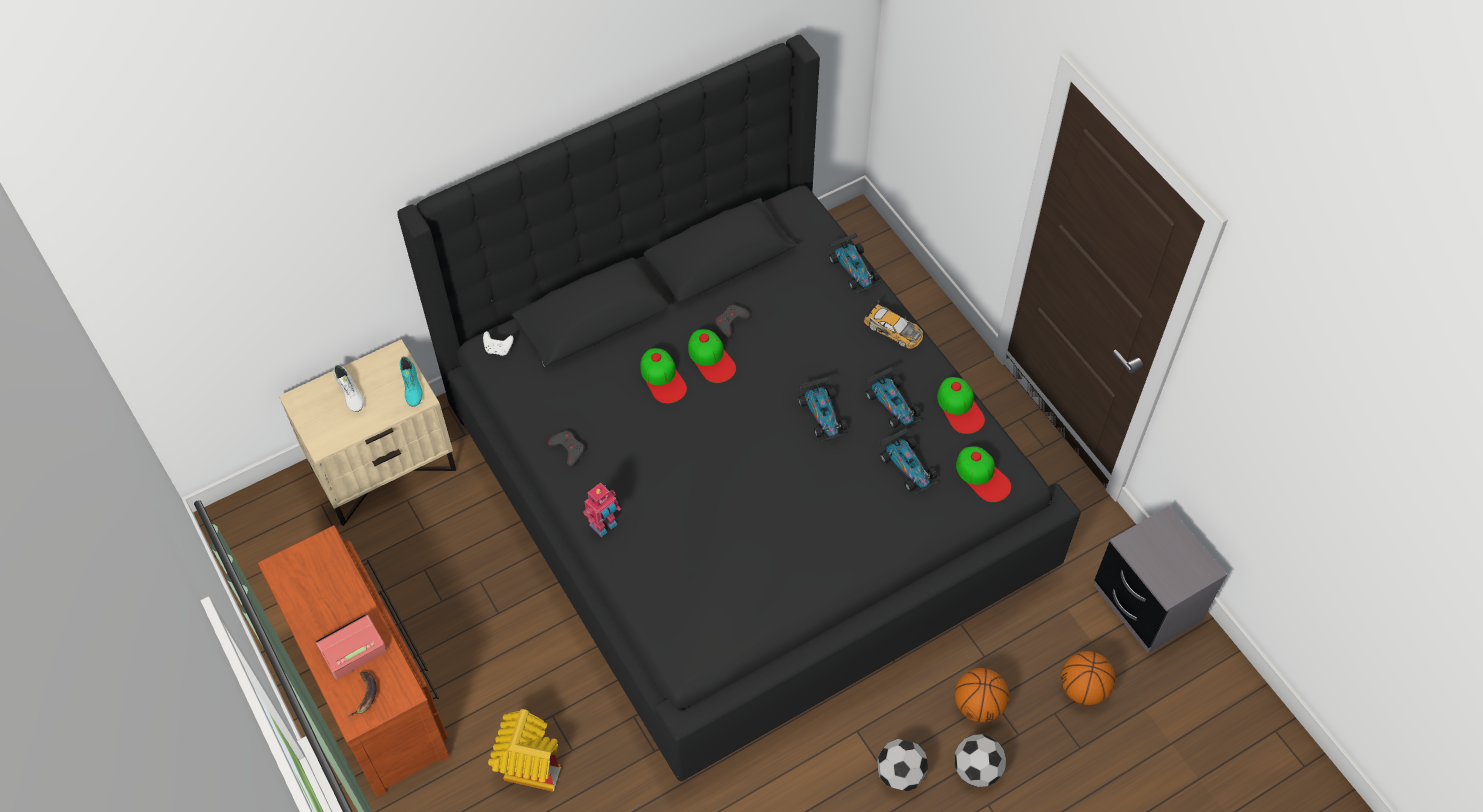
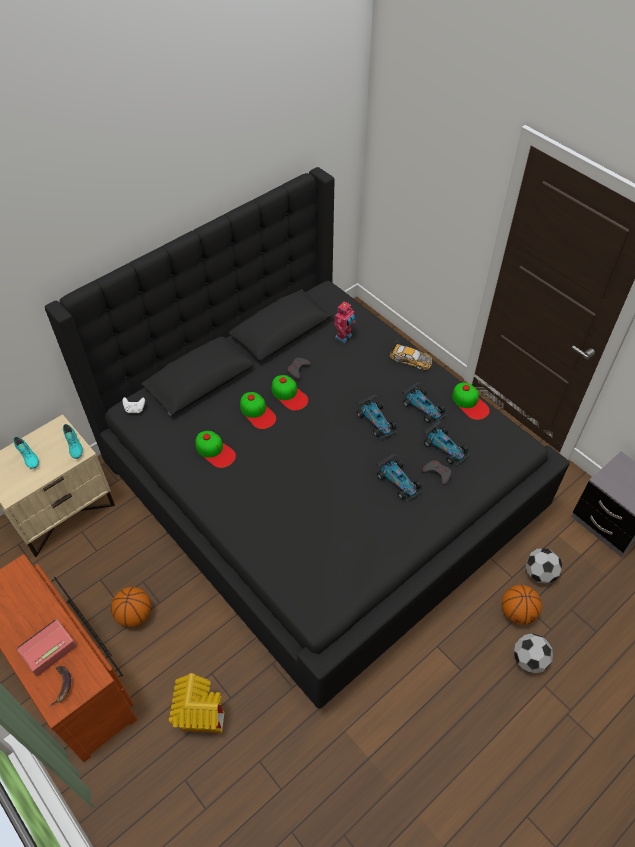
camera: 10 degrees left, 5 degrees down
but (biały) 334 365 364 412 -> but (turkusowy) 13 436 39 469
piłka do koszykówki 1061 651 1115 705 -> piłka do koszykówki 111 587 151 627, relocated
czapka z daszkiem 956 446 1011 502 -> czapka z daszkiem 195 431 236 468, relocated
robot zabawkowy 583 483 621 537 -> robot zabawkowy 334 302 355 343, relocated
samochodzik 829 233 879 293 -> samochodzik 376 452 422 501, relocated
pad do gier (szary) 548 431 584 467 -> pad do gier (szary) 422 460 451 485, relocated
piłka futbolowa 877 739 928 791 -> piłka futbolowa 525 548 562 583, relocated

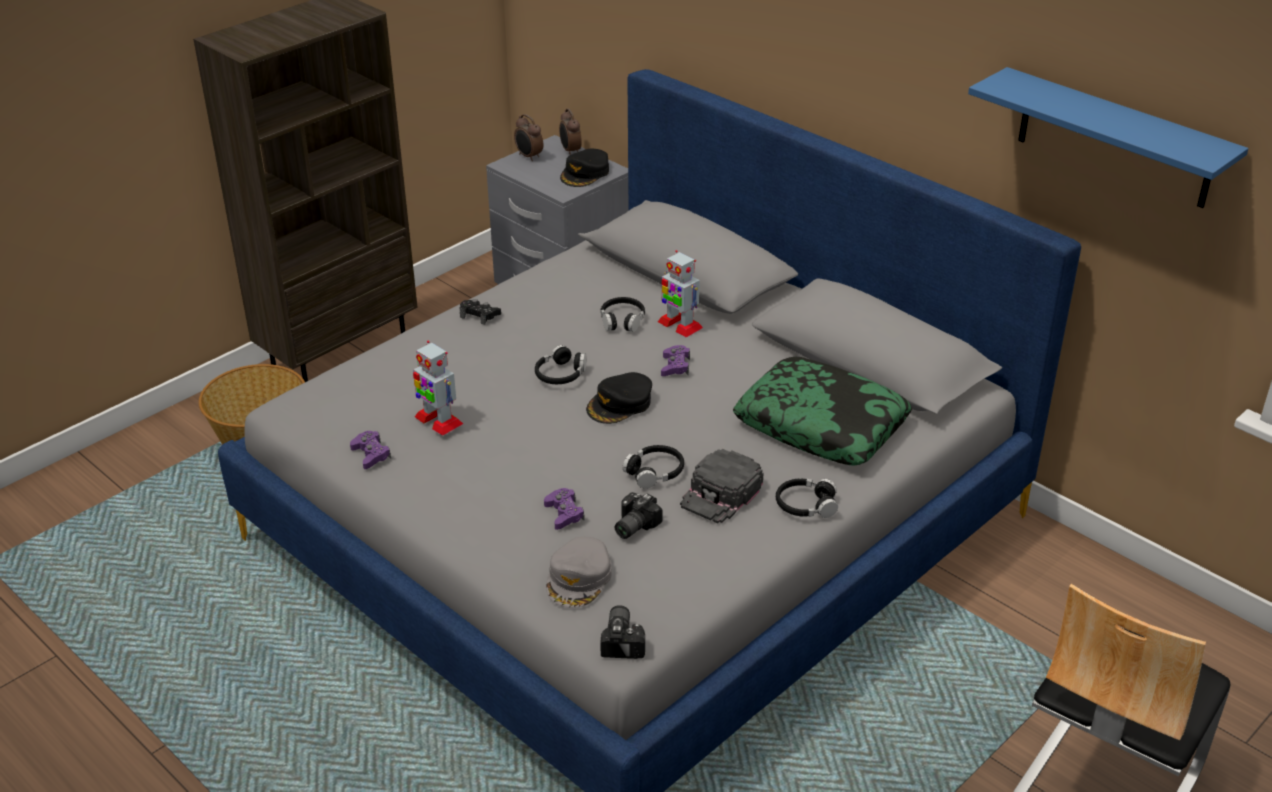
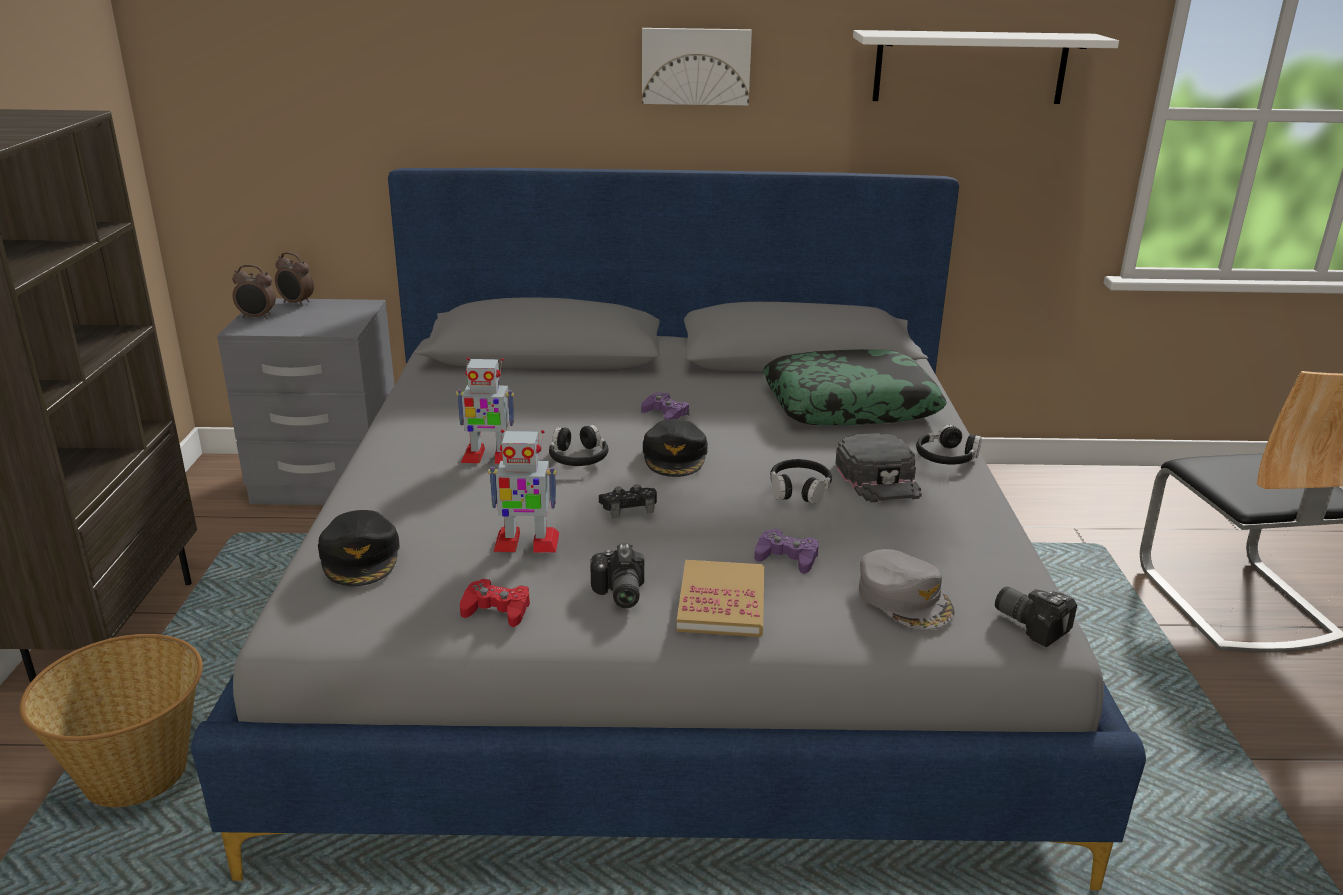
camera: 45 degrees left, 10 degrees down
czapka z daszkiem (czarny) 560 149 609 187 -> czapka z daszkiem (czarny) 318 510 400 586, relocated
robot zabawkowy 657 250 703 338 -> robot zabawkowy 456 357 514 464, relocated
pad do gier (fioletowy) 350 431 391 469 -> pad do gier (czerwony) 460 579 530 627
aparat fotograficzny 615 492 662 539 -> aparat fotograficzny 590 544 644 608, relocated
pad do gier (czarny) 459 299 501 325 -> pad do gier (czarny) 599 484 657 518, relocated
none -> obraz 642 28 752 105
none -> książka 677 560 764 637
półka (niebieski) 968 67 1248 208 -> półka (biały) 853 30 1119 104
słuchawki (czarny) 601 297 645 332 -> none

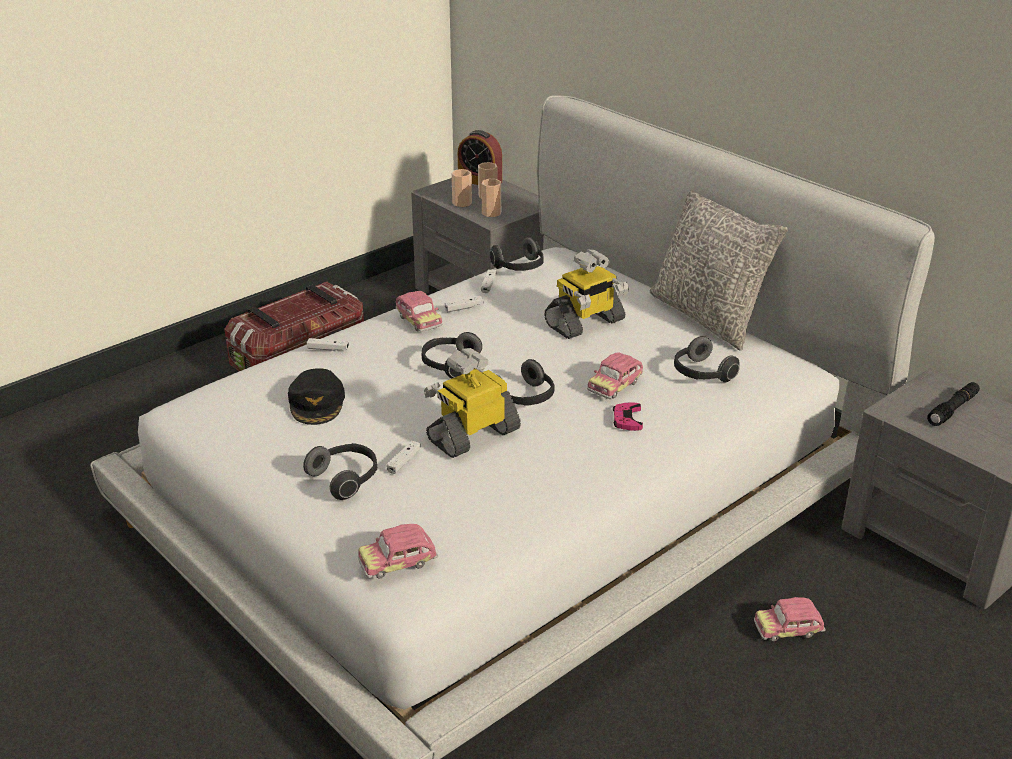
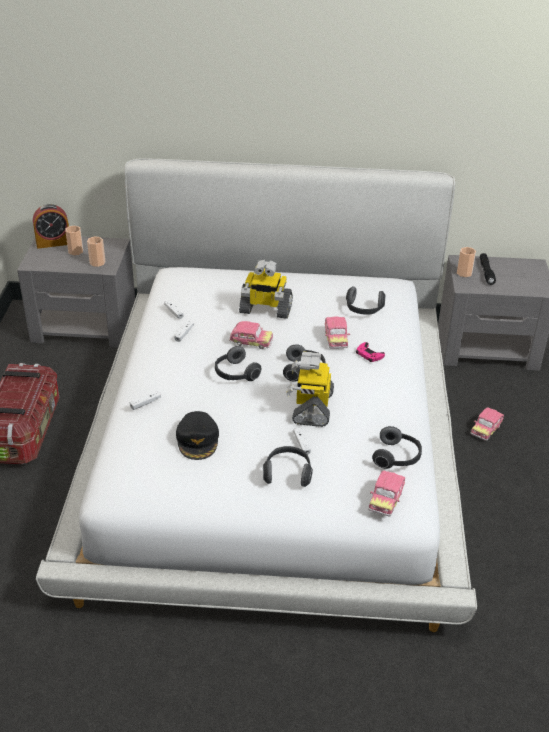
camera: 45 degrees left, 5 degrees up
czapka z daszkiem (czarny) 288 368 345 425 -> czapka z daszkiem (czarny) 176 411 219 460, 45 degrees clockwise
samochodzik 395 291 443 332 -> samochodzik 229 321 273 349, relocated
robot zabawkowy 544 249 629 339 -> robot zabawkowy 239 260 293 319, 90 degrees clockwise
słuchawki 489 237 543 271 -> słuchawki 372 426 422 469, relocated
filiżanka 452 169 472 207 -> filiżanka 457 247 476 277, relocated
poduszka (szary) 650 191 788 351 -> none

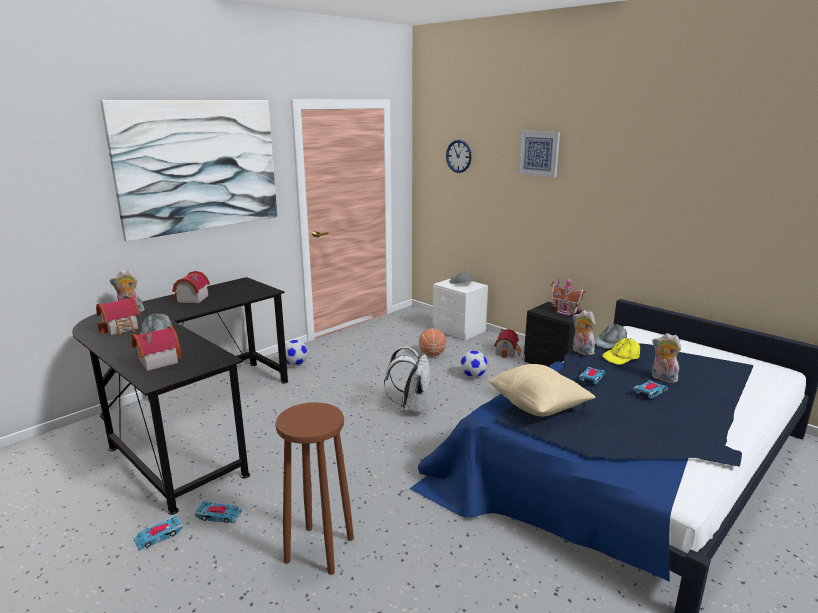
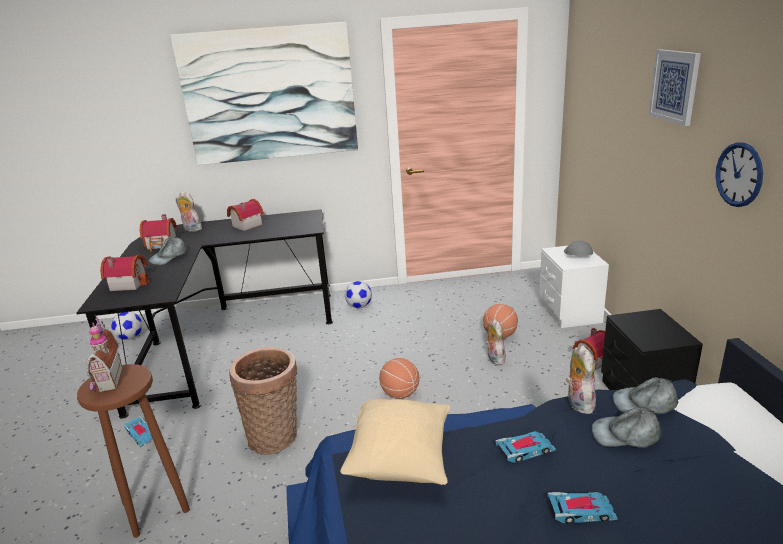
camera: 40 degrees right, 5 degrees up
domek 551 277 586 316 -> domek 86 317 123 392, relocated
piłka futbolowa 460 350 488 378 -> piłka futbolowa 111 312 143 340, relocated
none -> koszyk 229 347 297 455
plecak (biały) 384 346 431 414 -> piłka do koszykówki 379 358 419 399
pluszak 652 333 681 383 -> pluszak 485 319 506 365, relocated
czapka z daszkiem (żółty) 602 338 640 365 -> czapka z daszkiem (szary) 592 407 662 448
zegar ścienny 446 140 472 173 -> zegar ścienny 716 142 763 207, relocated
samochodzik 133 515 183 551 -> none

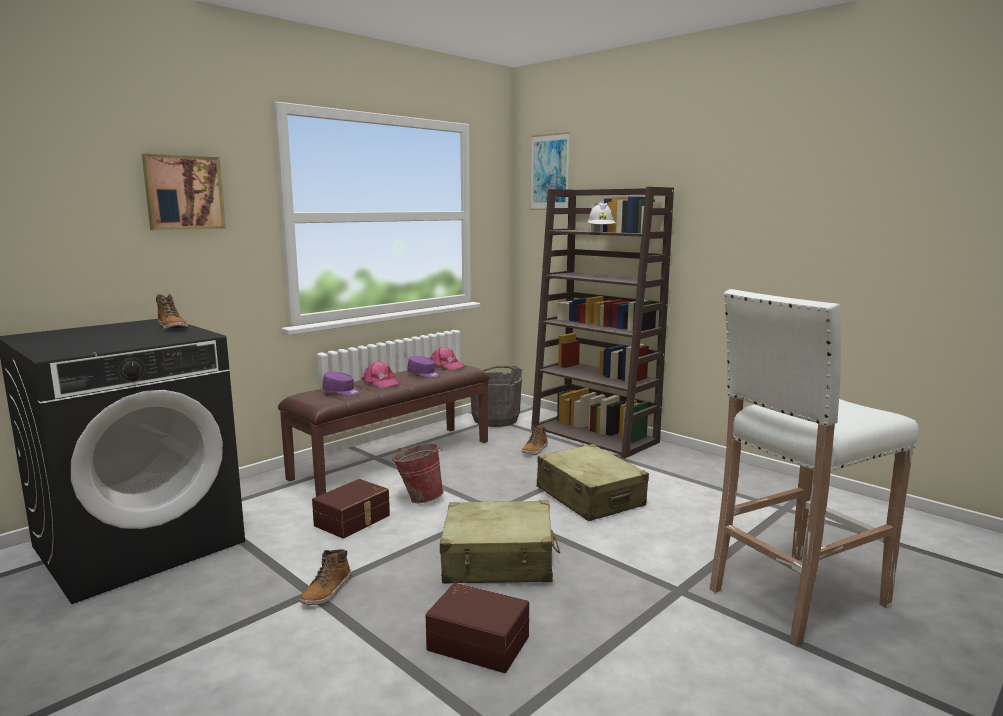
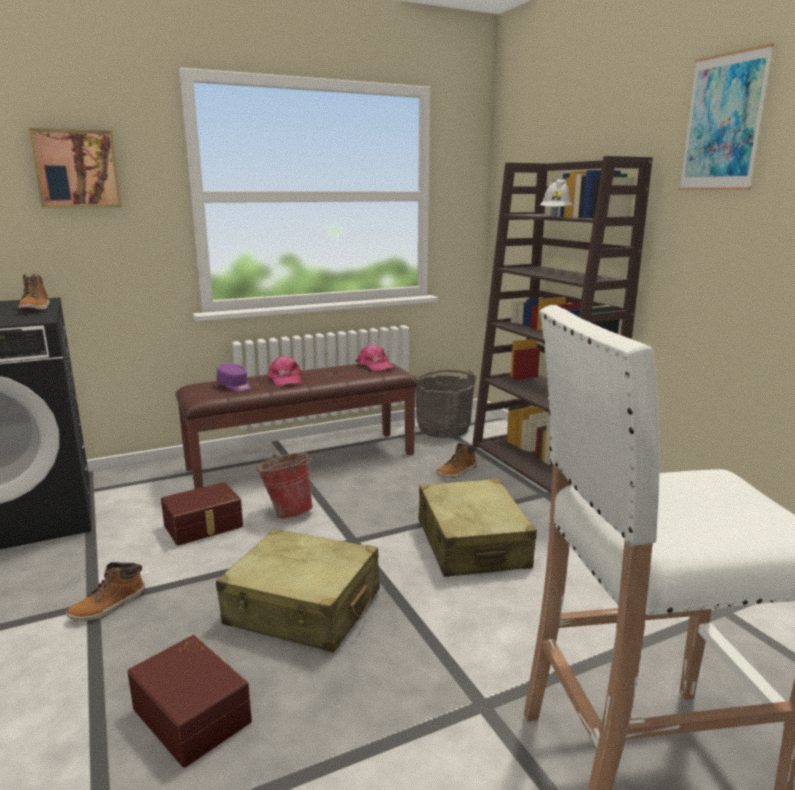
camera: 20 degrees right, 5 degrees up
obraz 531 132 570 210 -> obraz 679 43 774 190, relocated
czapka z daszkiem (fioletowy) 407 356 440 378 -> none

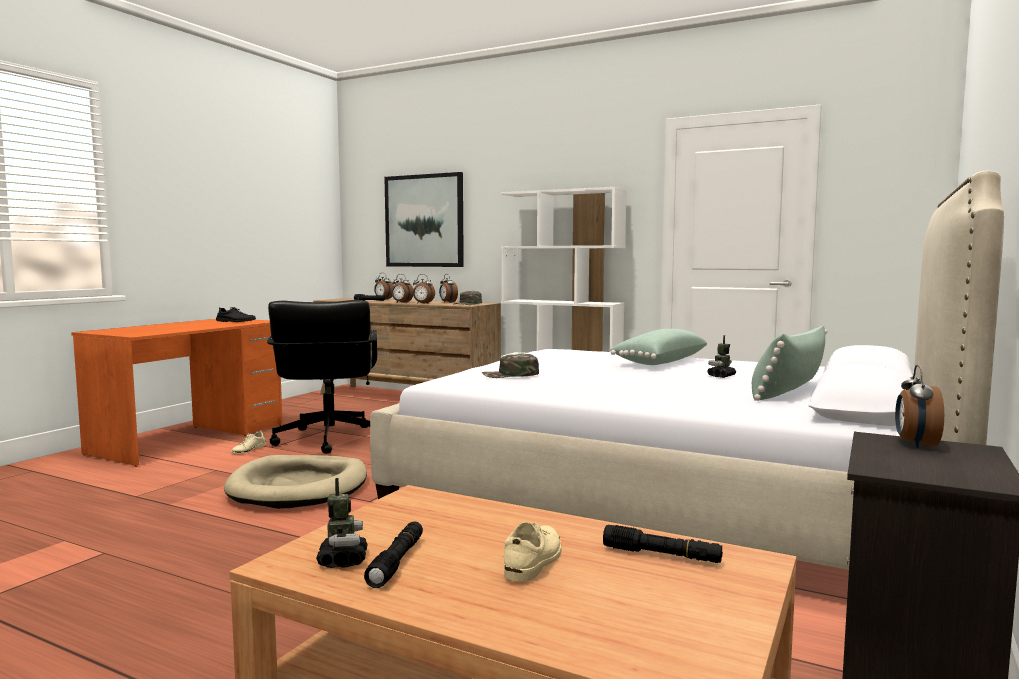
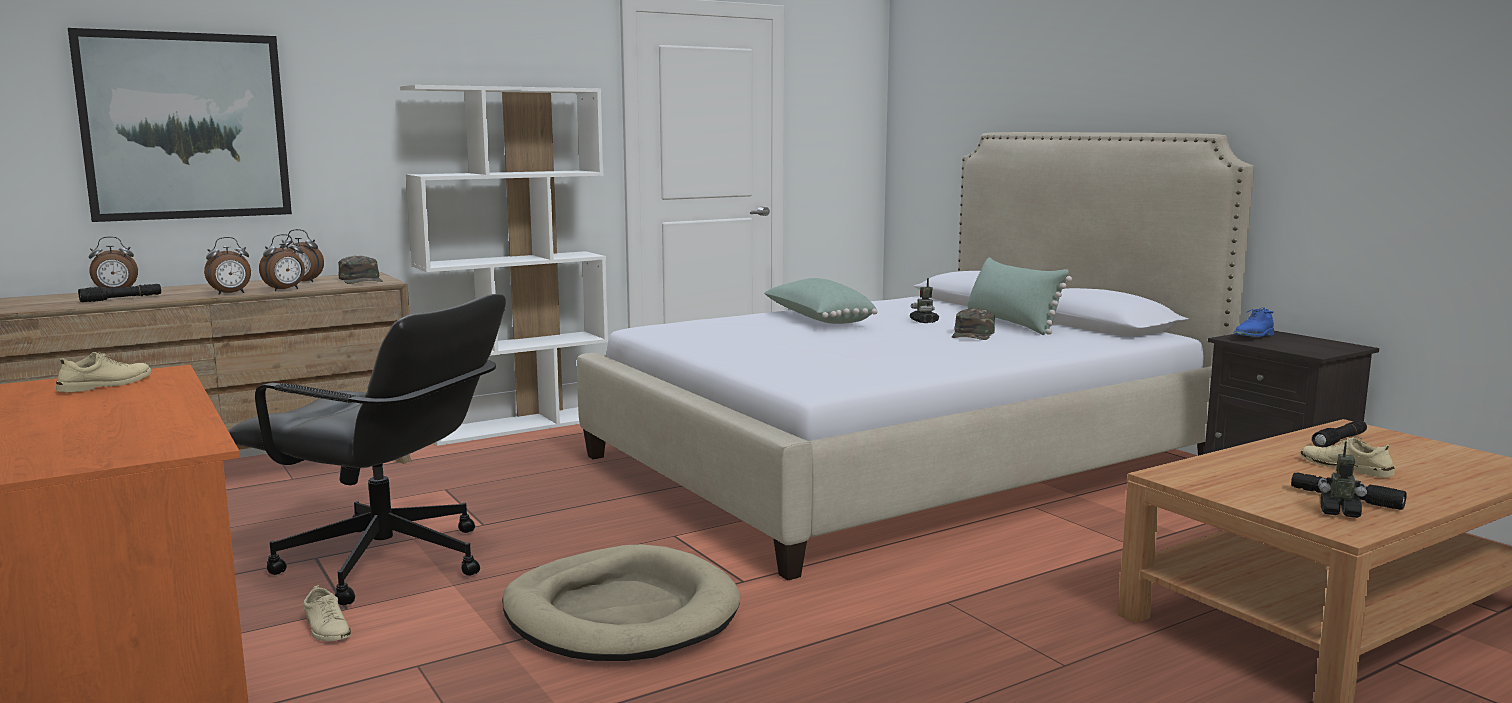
camera: 60 degrees left, 5 degrees up
but (czarny) 216 307 256 322 -> but (beżowy) 56 352 151 392
czapka z daszkiem (zielony) 482 354 539 378 -> czapka z daszkiem (zielony) 952 308 995 340, relocated
budzik 895 365 944 448 -> but (niebieski) 1233 307 1274 337

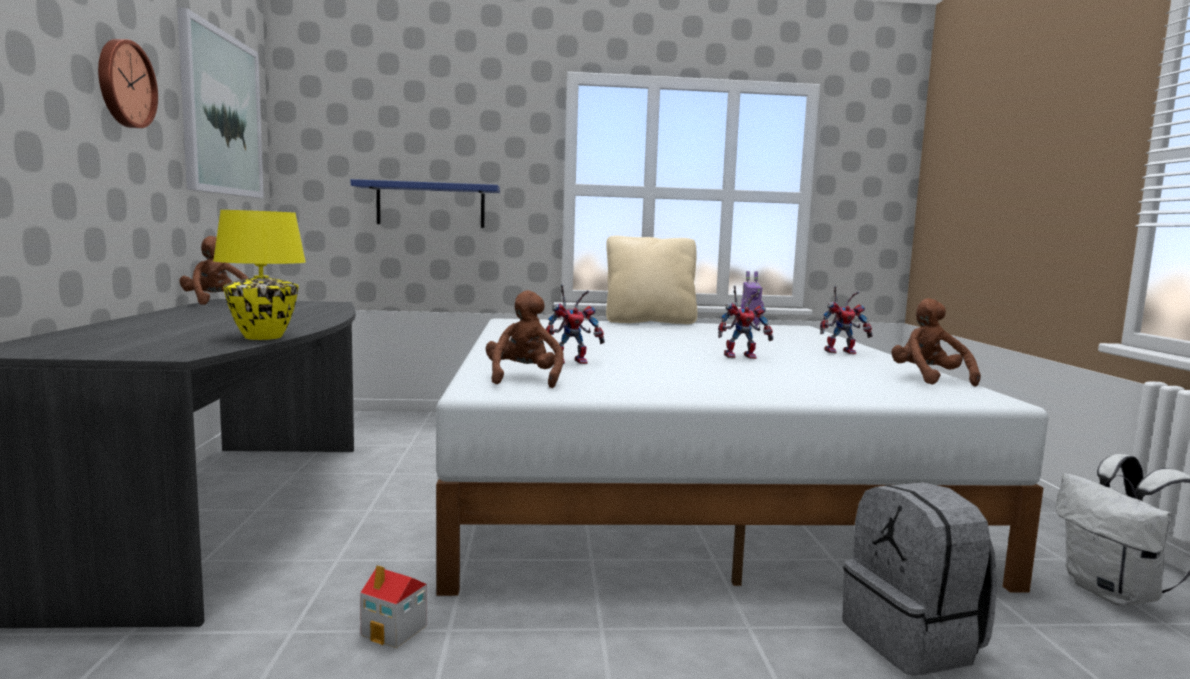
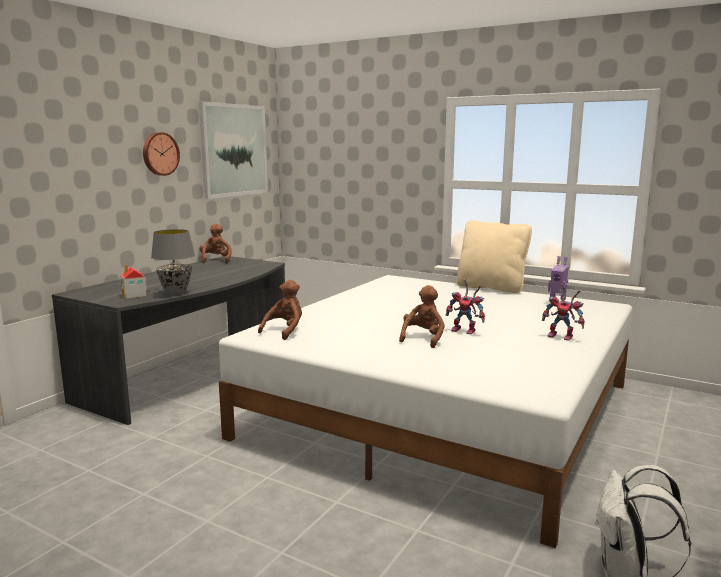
camera: 35 degrees right, 5 degrees up
domek 360 565 427 648 -> domek 121 264 147 299, relocated
lampa stołowa (żółty) 213 210 306 340 -> lampa stołowa (szary) 151 229 195 295
pluszak (brązowy) 891 298 981 387 -> pluszak (brązowy) 399 285 445 348, relocated
półka (niebieski) 351 179 500 228 -> none
robot zabawkowy 546 284 605 364 -> none
plecak (szary) 842 482 997 676 -> none

